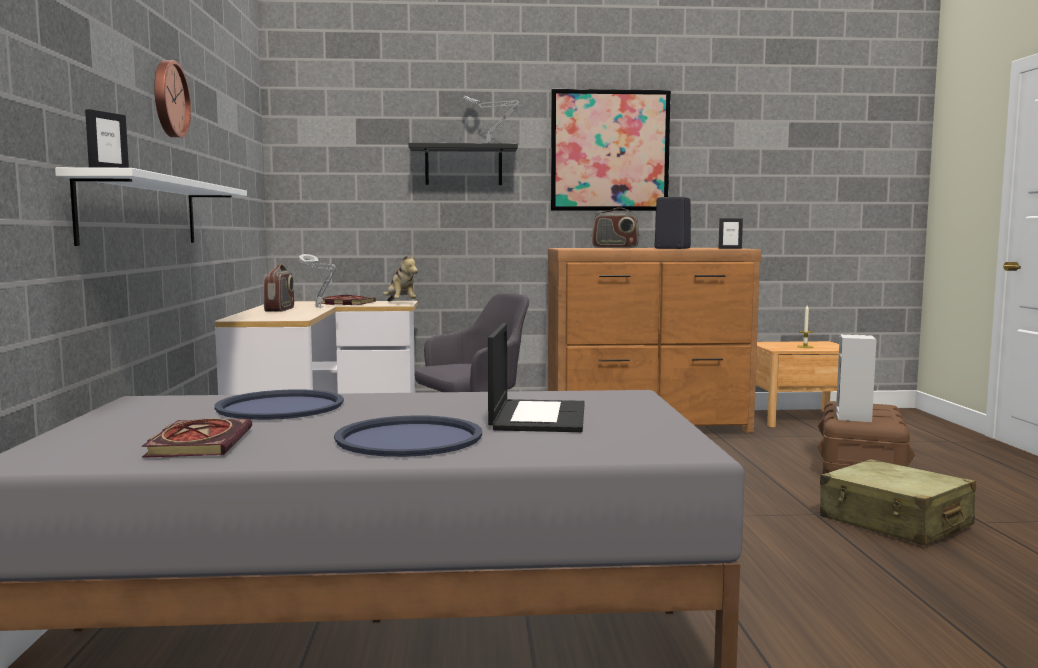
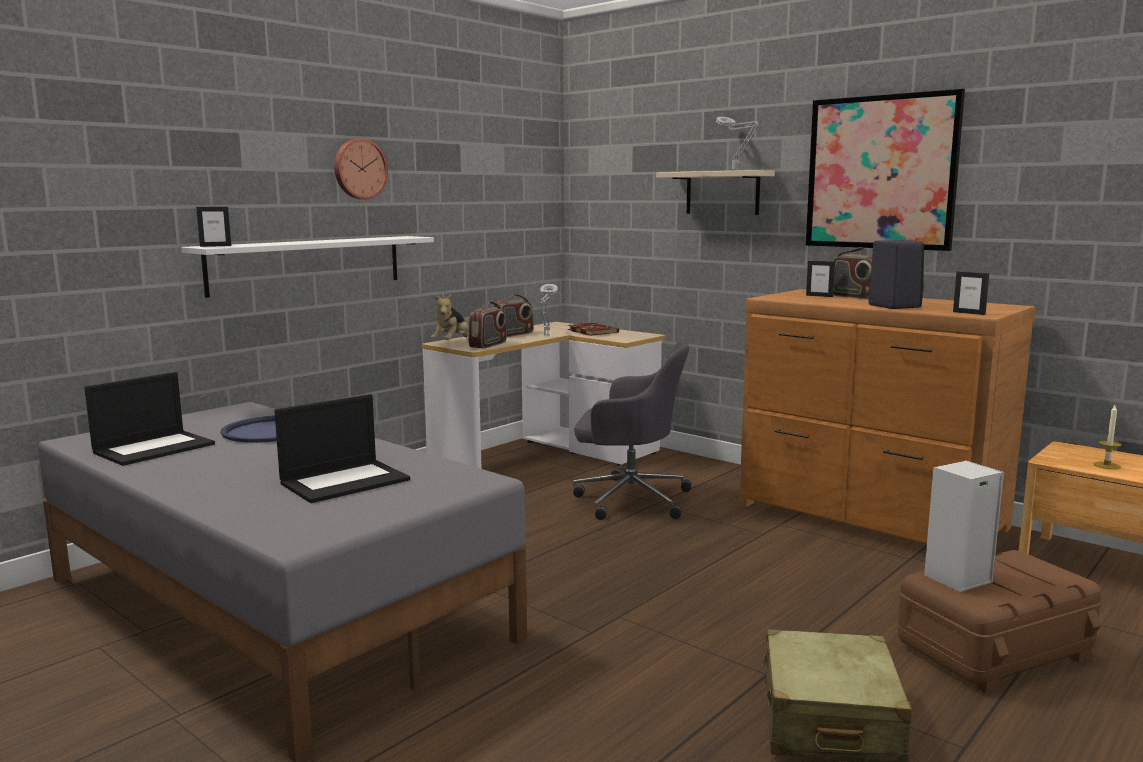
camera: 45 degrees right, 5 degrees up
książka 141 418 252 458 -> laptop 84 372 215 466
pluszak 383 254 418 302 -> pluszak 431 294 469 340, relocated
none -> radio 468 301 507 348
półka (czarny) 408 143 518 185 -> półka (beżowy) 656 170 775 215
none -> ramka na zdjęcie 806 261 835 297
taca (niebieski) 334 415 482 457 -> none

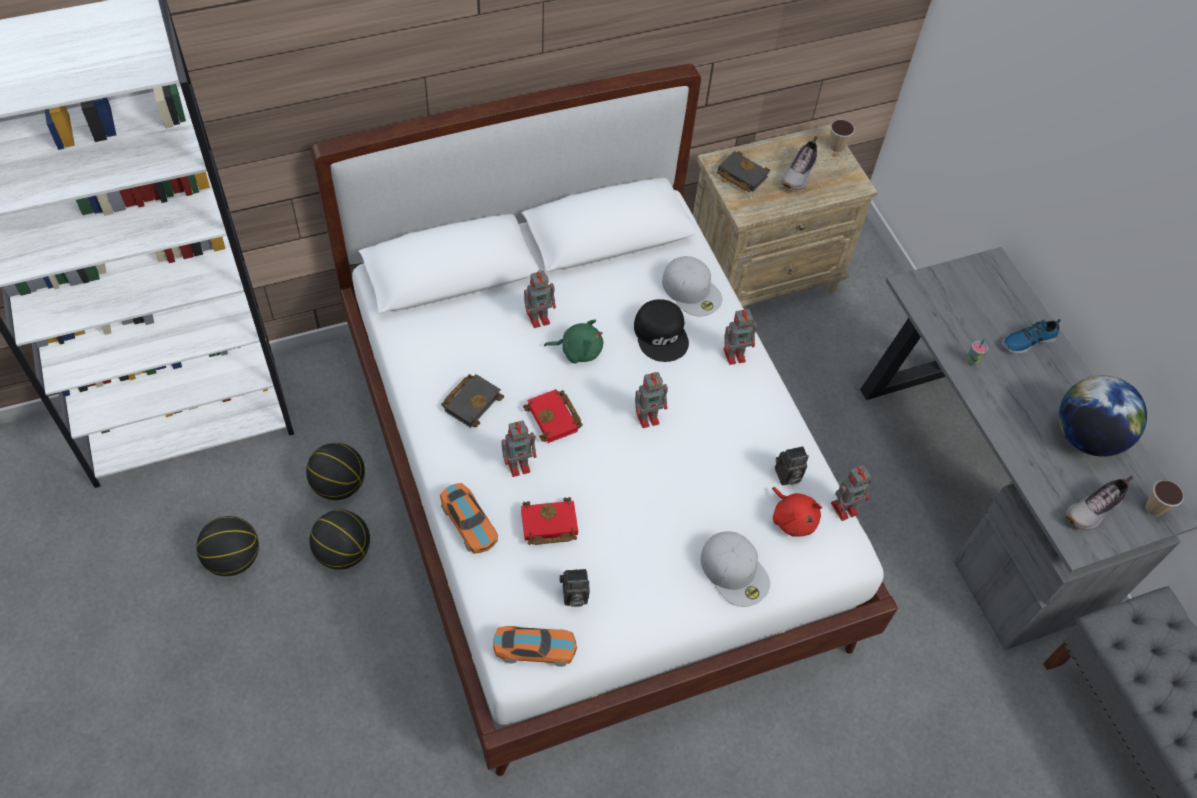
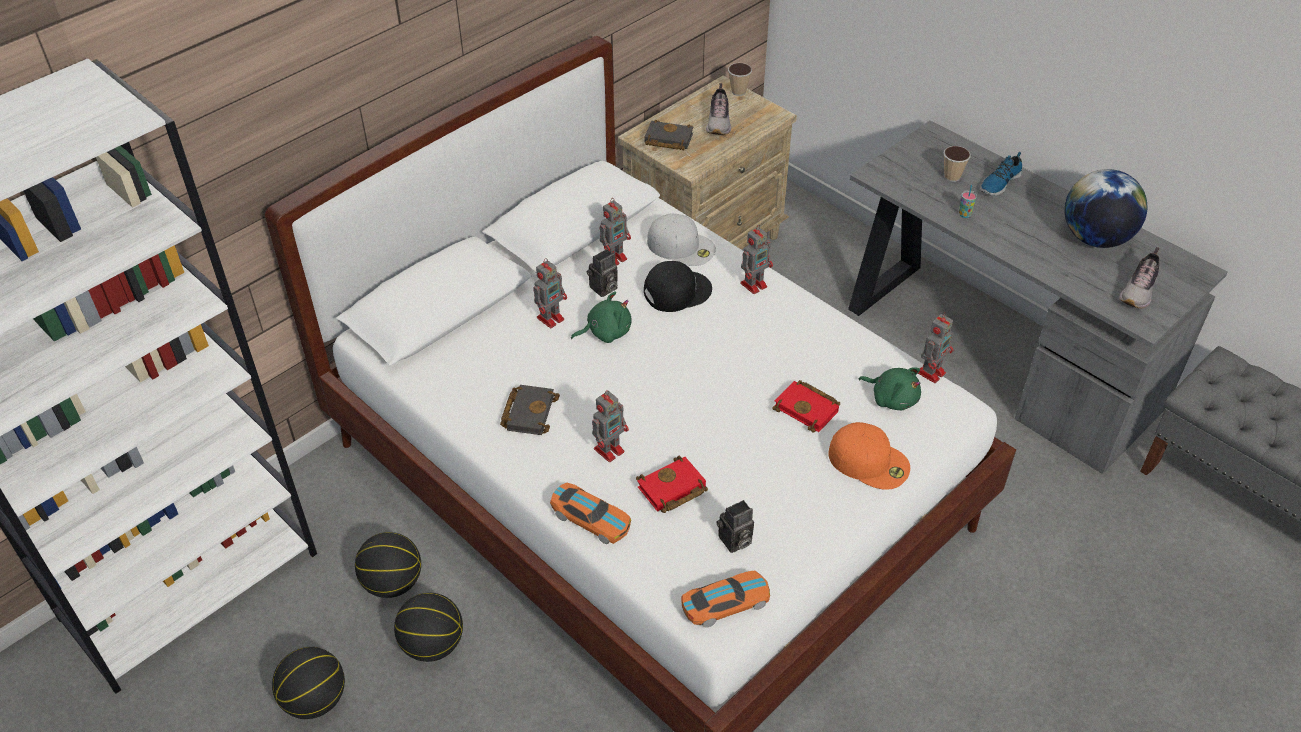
camera: 20 degrees left, 10 degrees down
aparat fotograficzny 775 446 809 485 -> aparat fotograficzny 587 249 618 297, relocated
robot zabawkowy 635 372 668 428 -> robot zabawkowy 600 198 631 266, relocated
czapka z daszkiem (czarny) 634 299 689 362 -> czapka z daszkiem (czarny) 644 261 712 312, 75 degrees counterclockwise
książka (czerwony) 523 389 583 443 -> książka (czerwony) 773 380 840 433, relocated
czapka z daszkiem (biały) 700 532 770 607 -> czapka z daszkiem (pomarańczowy) 828 422 910 490
pluszak (czerwony) 772 487 822 537 -> pluszak (zielony) 858 367 921 410
filiżanka 1145 480 1184 516 -> filiżanka 943 146 971 182, relocated

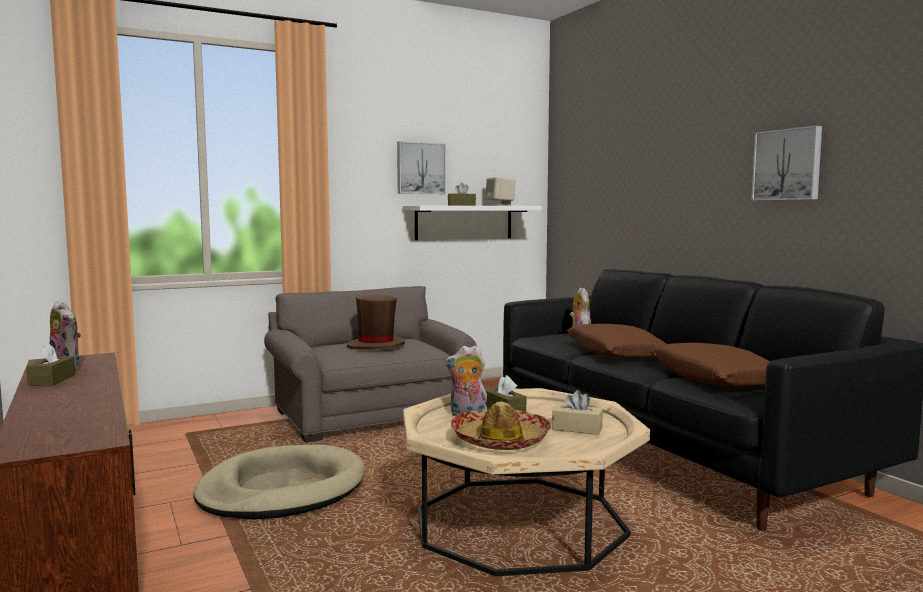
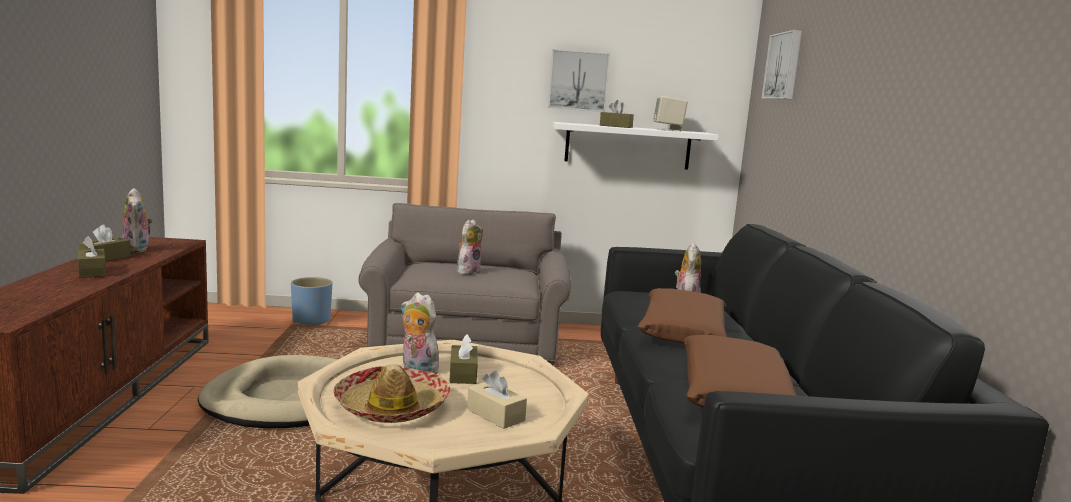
camera: 25 degrees right, 5 degrees up
none -> pudełko chusteczek (brązowy) 78 236 106 278
none -> donica (niebieski) 291 277 332 325
kapelusz (brązowy) 347 295 405 349 -> pluszak 457 219 483 275
obraz 751 125 822 201 -> obraz 762 30 802 99, relocated

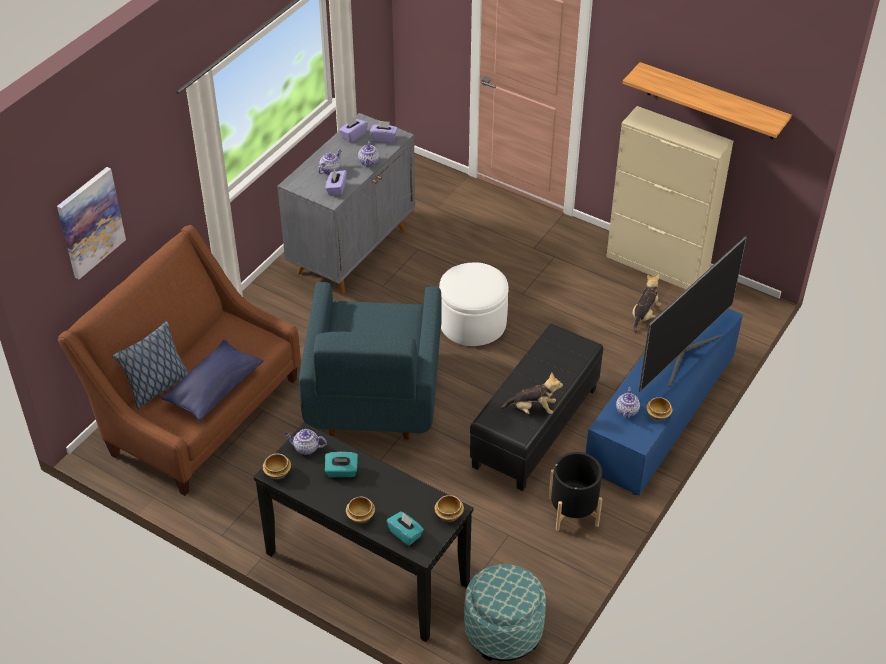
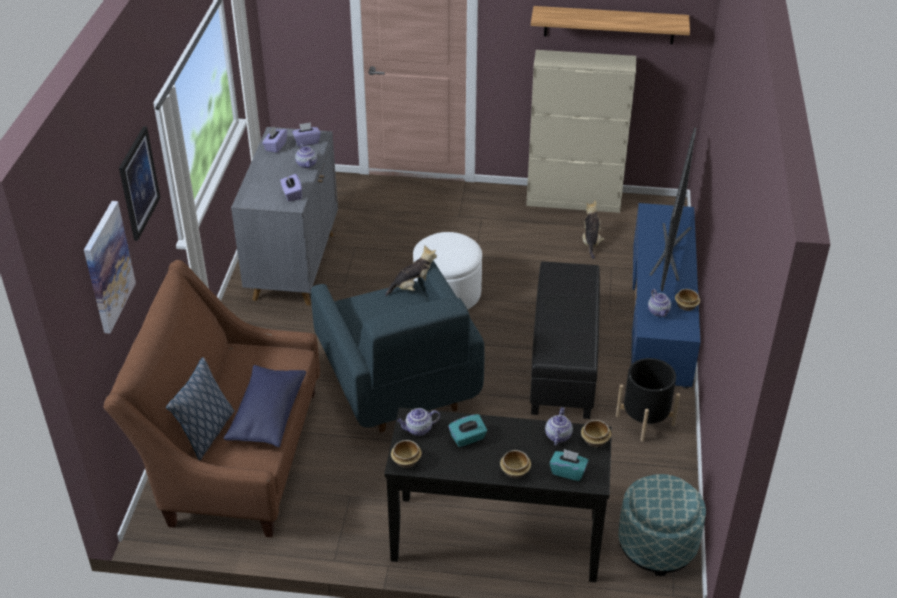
camera: 25 degrees left, 5 degrees down
none -> obraz 119 126 160 241
pluszak 500 372 563 414 -> pluszak 385 245 437 296, relocated
imbryk 318 150 342 175 -> imbryk 545 407 573 446, relocated

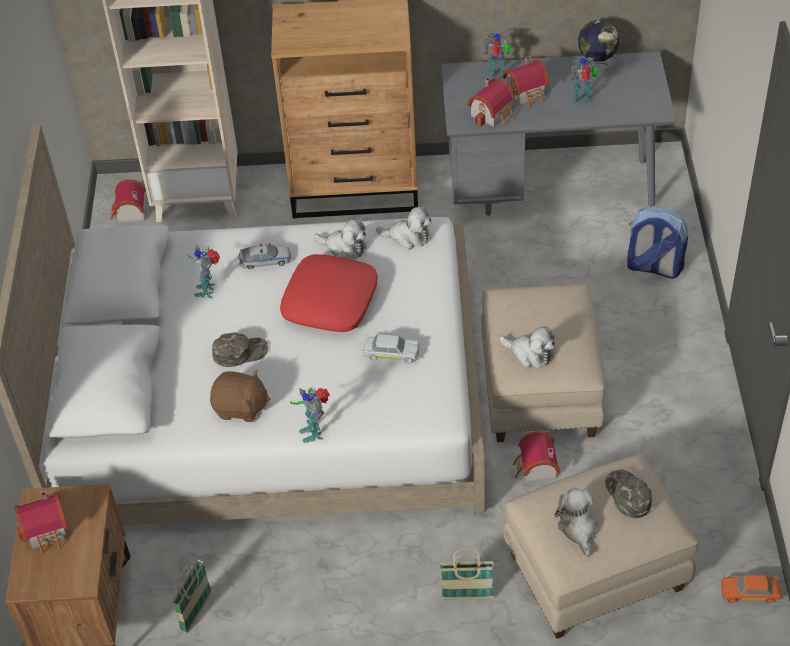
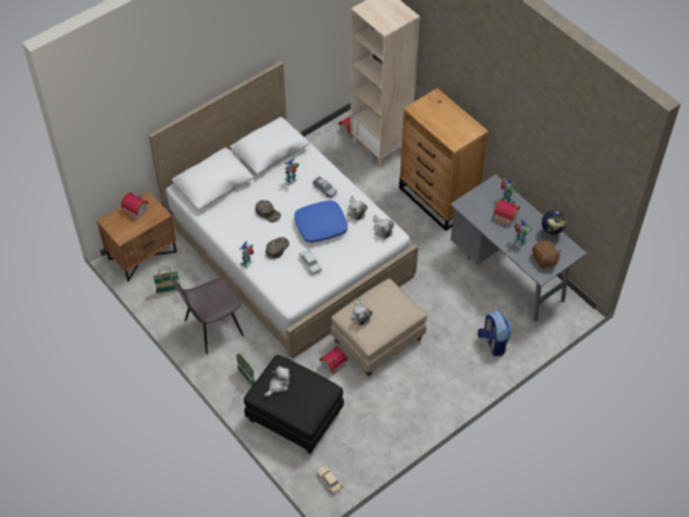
camera: 50 degrees right, 5 degrees up
none -> krzesło (szary) 173 278 244 354
pufa (beżowy) 503 454 698 639 -> pufa (czarny) 244 354 344 454
czapka z daszkiem (zielony) 605 469 652 518 -> czapka z daszkiem (zielony) 266 237 289 259, relocated
poduszka (czerwony) 280 254 378 332 -> poduszka (niebieski) 294 200 348 243
samochodzik (pomarańczowy) 721 575 781 603 -> samochodzik (beżowy) 317 465 343 494
pluszak (brązowy) 210 370 270 422 -> pluszak (brązowy) 532 240 561 269, relocated
domek 467 77 515 127 -> none

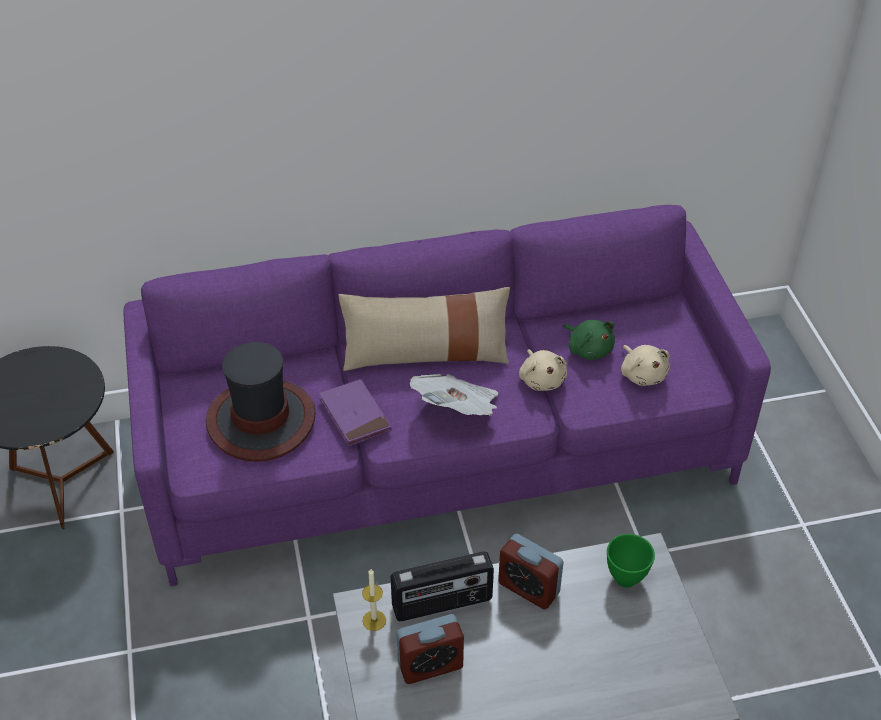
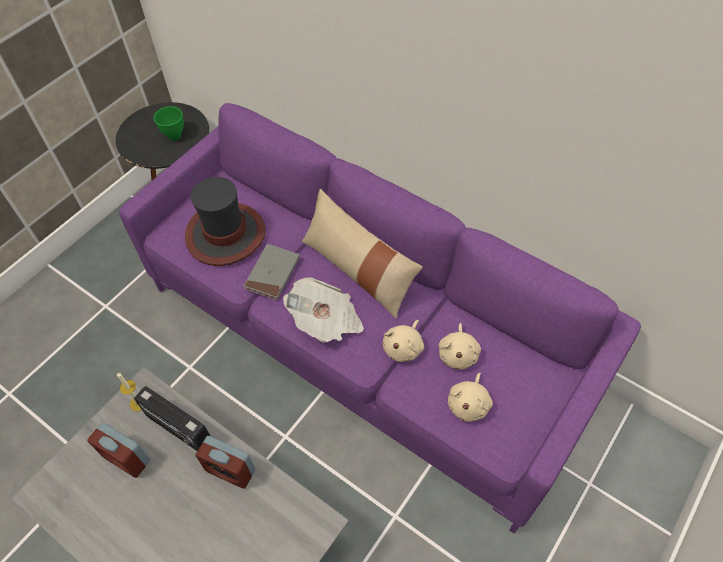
camera: 50 degrees right, 10 degrees up
miska (zielony) 607 534 655 588 -> miska (zielony) 154 106 184 141, relocated
budzik 498 534 564 609 -> budzik 195 436 255 489, 60 degrees counterclockwise
książka (fioletowy) 319 379 392 447 -> książka (szary) 243 244 300 300
pluszak (zielony) 563 320 615 360 -> pluszak (beżowy) 439 323 481 370

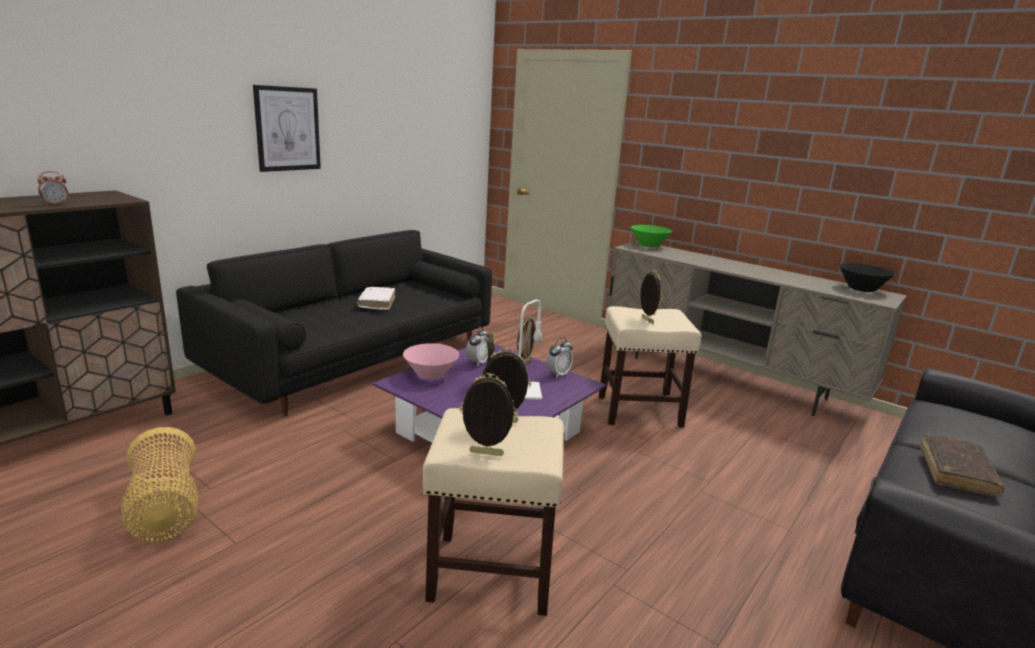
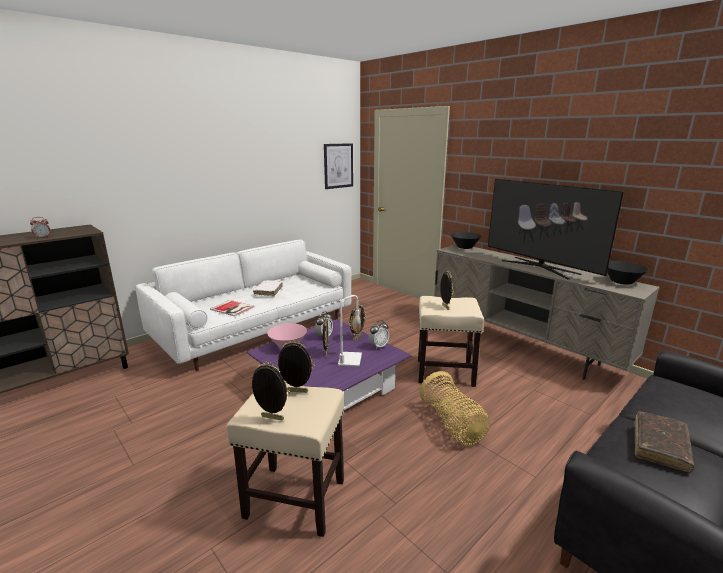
camera: 10 degrees right, 0 degrees up
kanapa (czarny) 176 230 492 416 -> kanapa (biały) 135 240 351 371
none -> książka 210 300 255 317
obraz 253 85 321 172 -> obraz 324 143 353 189, relocated
koszyk 121 427 198 543 -> koszyk 419 371 490 446, relocated
miska (zielony) 631 225 672 247 -> miska (czarny) 451 232 482 249
none -> telewizor 488 179 624 279

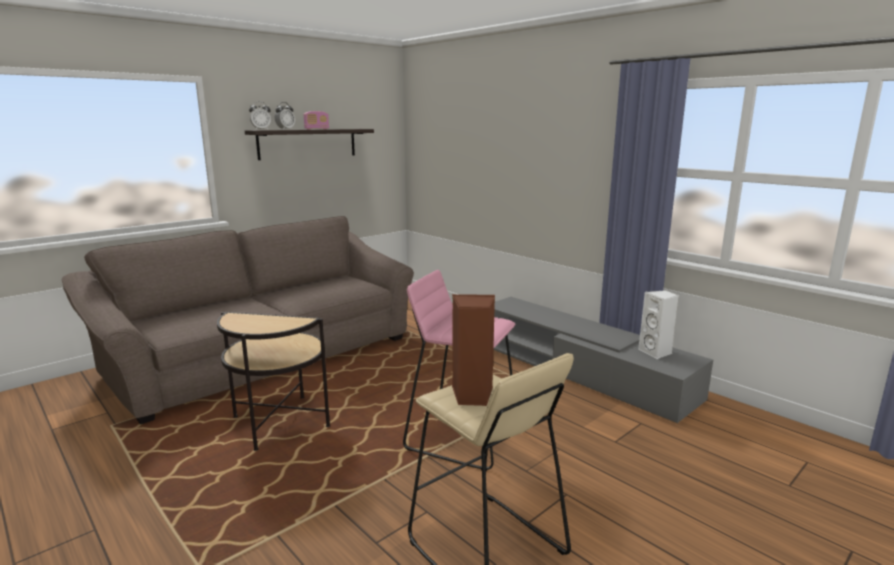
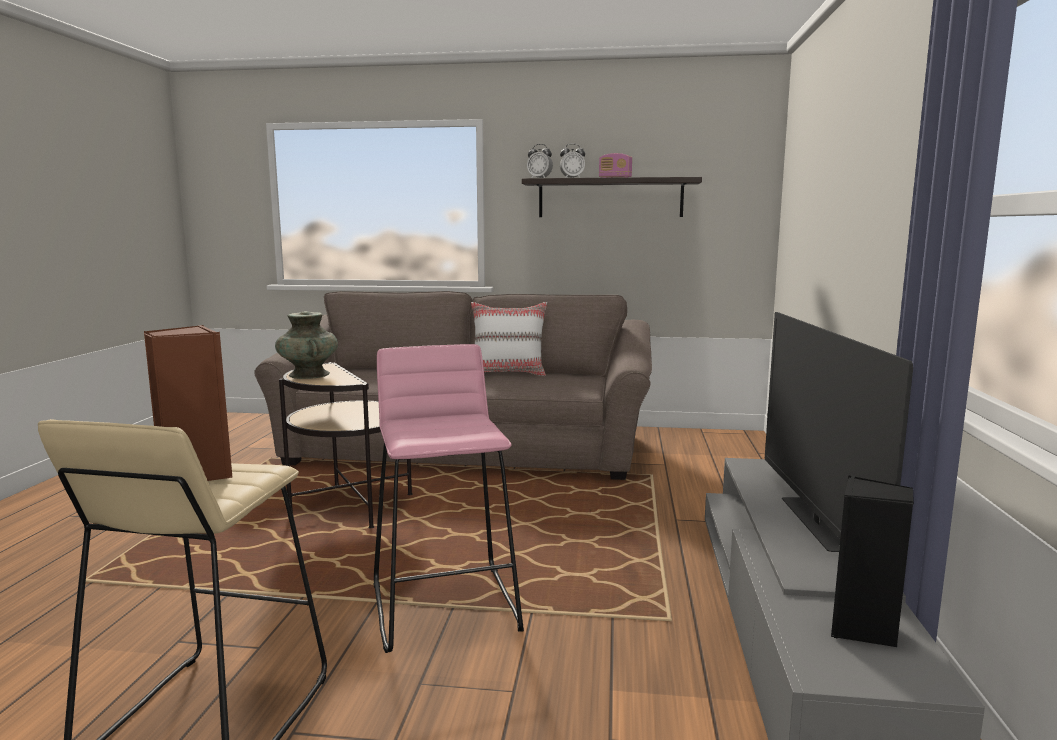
camera: 50 degrees right, 5 degrees down
none -> wazon (turkusowy) 275 311 338 379
none -> poduszka (biały) 471 302 547 376
none -> telewizor 765 312 913 552
głośnik (biały) 638 290 679 359 -> głośnik (czarny) 831 475 914 647

